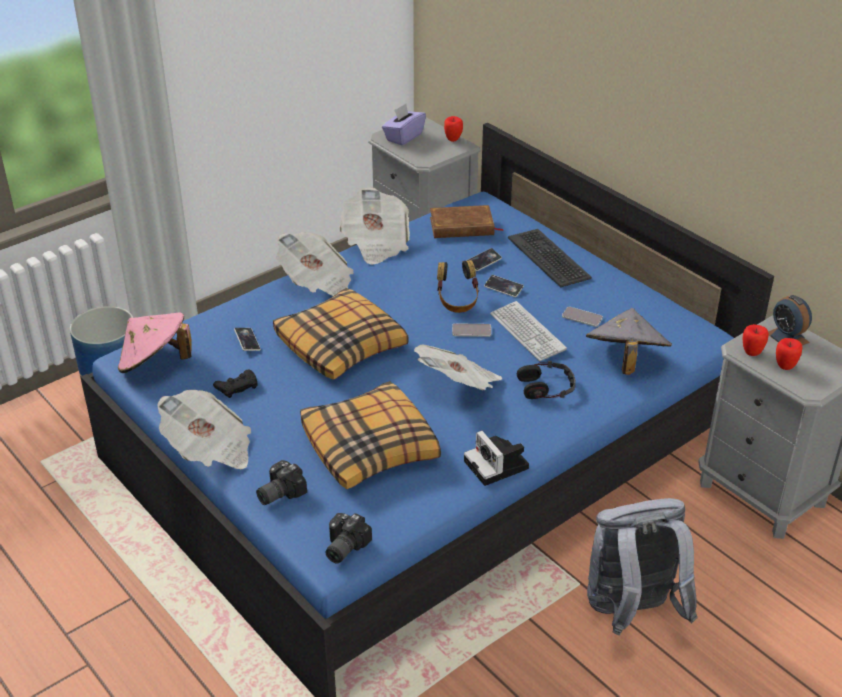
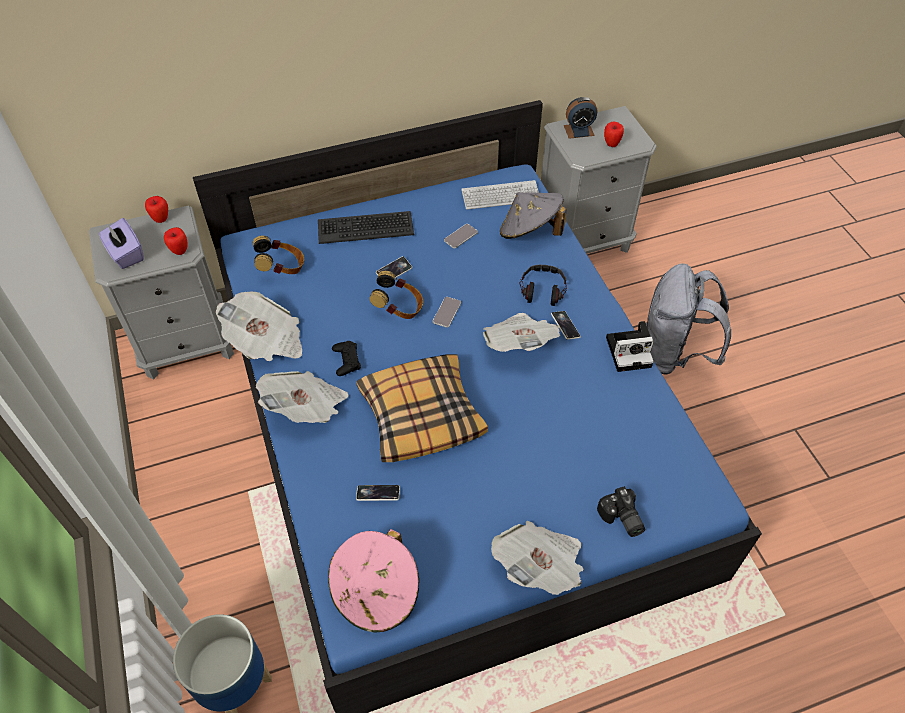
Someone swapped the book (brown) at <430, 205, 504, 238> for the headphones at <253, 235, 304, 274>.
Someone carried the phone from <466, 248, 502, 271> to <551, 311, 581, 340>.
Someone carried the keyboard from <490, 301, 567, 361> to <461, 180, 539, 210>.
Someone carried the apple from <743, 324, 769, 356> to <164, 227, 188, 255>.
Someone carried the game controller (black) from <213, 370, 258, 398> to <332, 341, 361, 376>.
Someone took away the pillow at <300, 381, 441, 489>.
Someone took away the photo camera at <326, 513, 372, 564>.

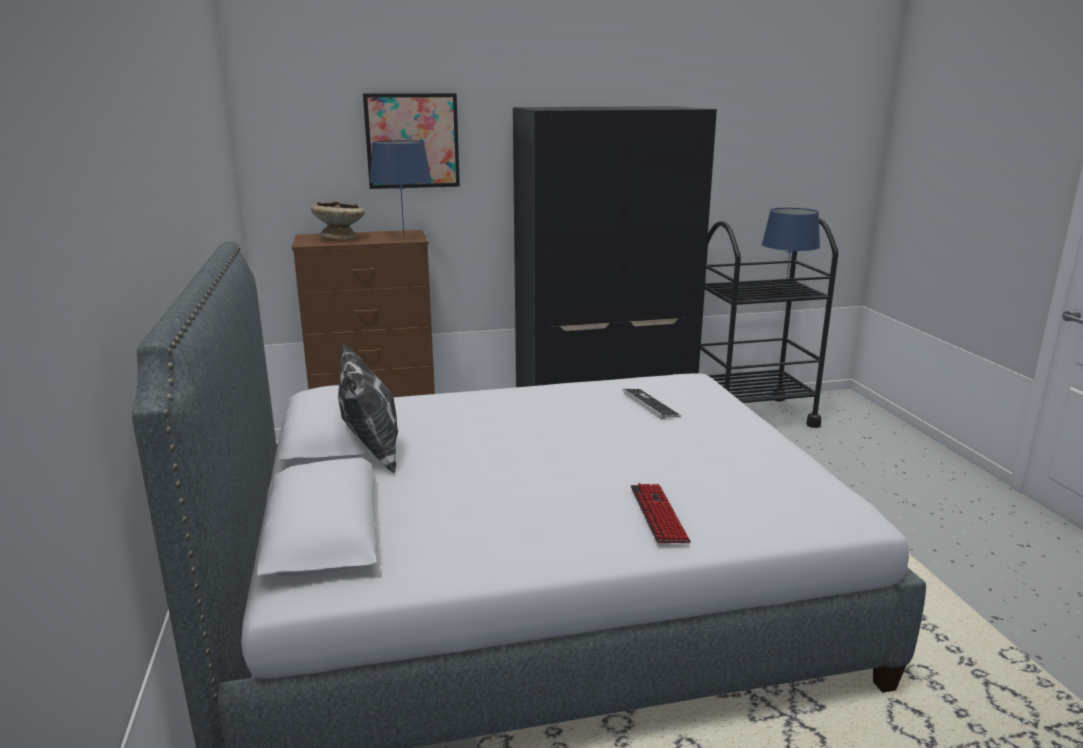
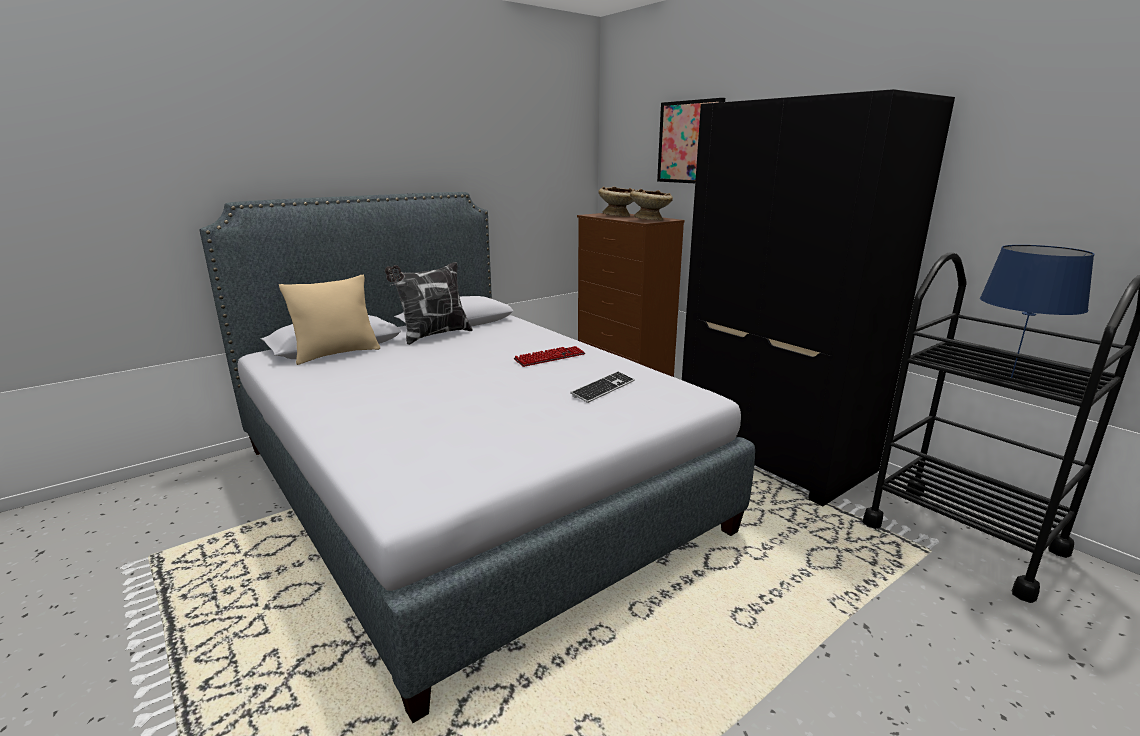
Someone swapped the table lamp (blue) at <369, 140, 432, 235> for the bowl (beige) at <630, 189, 673, 221>.
Someone carried the keyboard from <631, 483, 691, 543> to <513, 346, 586, 367>.
Someone put down the pillow (beige) at <279, 275, 380, 365>.

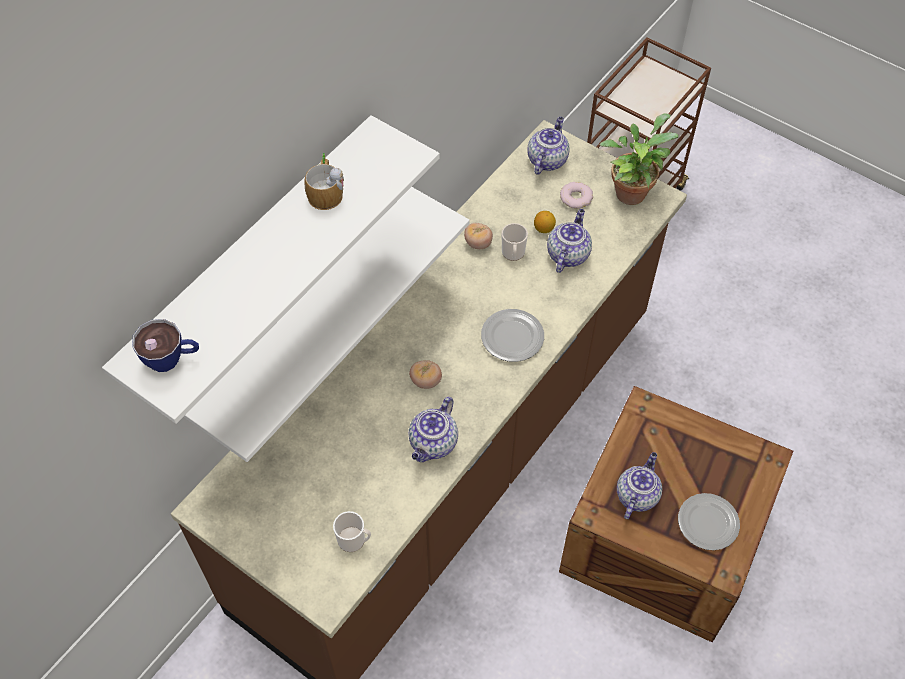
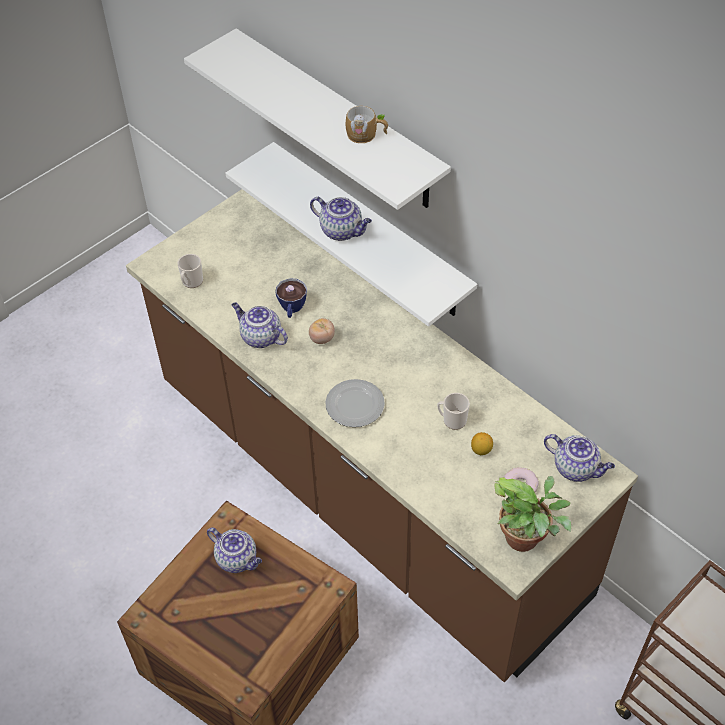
Someone carried the teapot from <547, 209, 592, 273> to <310, 197, 372, 241>.
Someone took away the tomato at <464, 223, 493, 249>.
Someone carried the cup from <132, 319, 199, 372> to <275, 278, 307, 318>.
Someone took away the plate at <678, 493, 740, 550>.

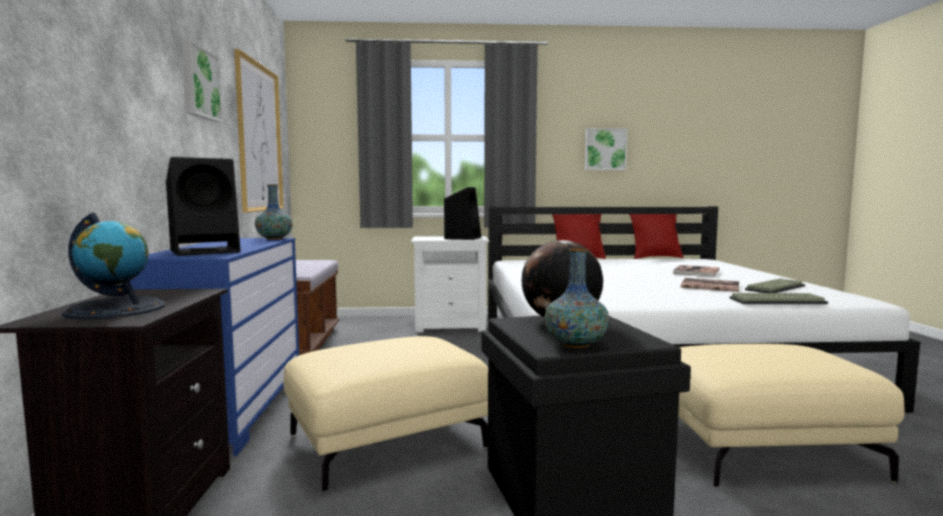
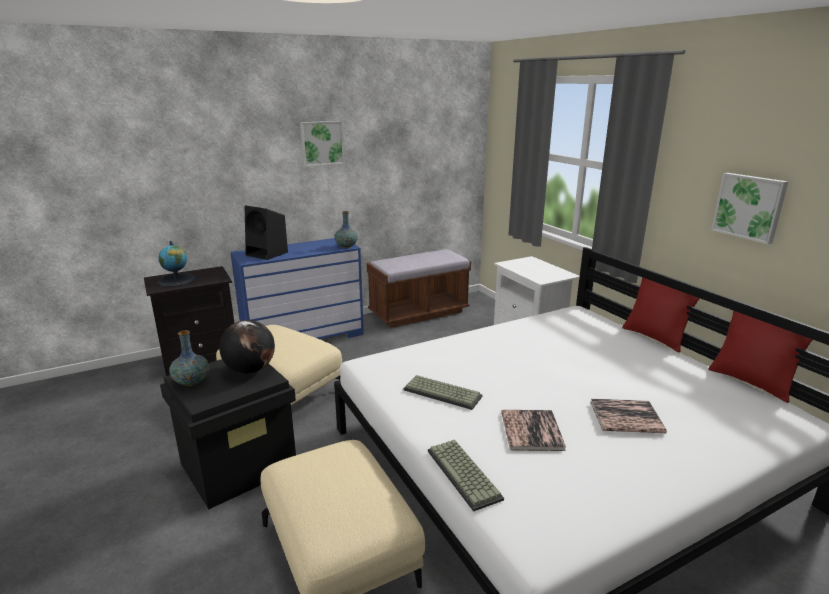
Someone took away the picture at <234, 49, 284, 213>.
Someone took away the speaker (black) at <444, 187, 481, 240>.
Someone carried the keyboard from <745, 279, 805, 293> to <403, 375, 482, 410>.

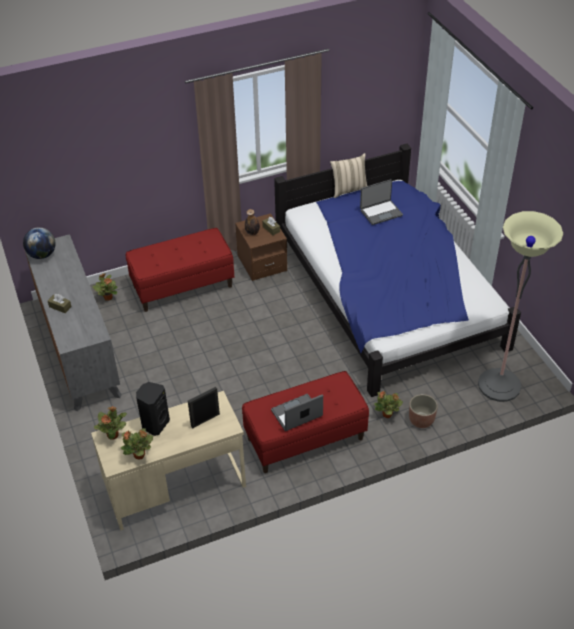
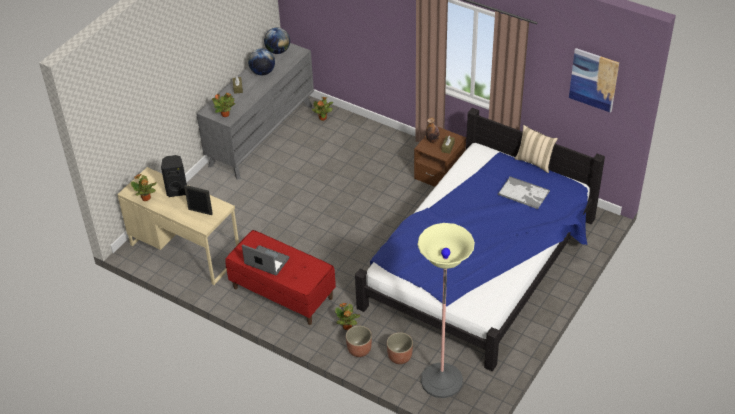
Someone swapped the laptop at <360, 179, 403, 225> for the tray at <498, 176, 550, 209>.
Someone took away the bench (red) at <126, 228, 234, 312>.
Someone carried the potted plant from <94, 406, 127, 440> to <212, 93, 235, 117>.
Someone put down the globe at <248, 48, 275, 75>.
Someone put up the picture at <569, 48, 619, 113>.
Someone put down the planter at <387, 332, 413, 364>.

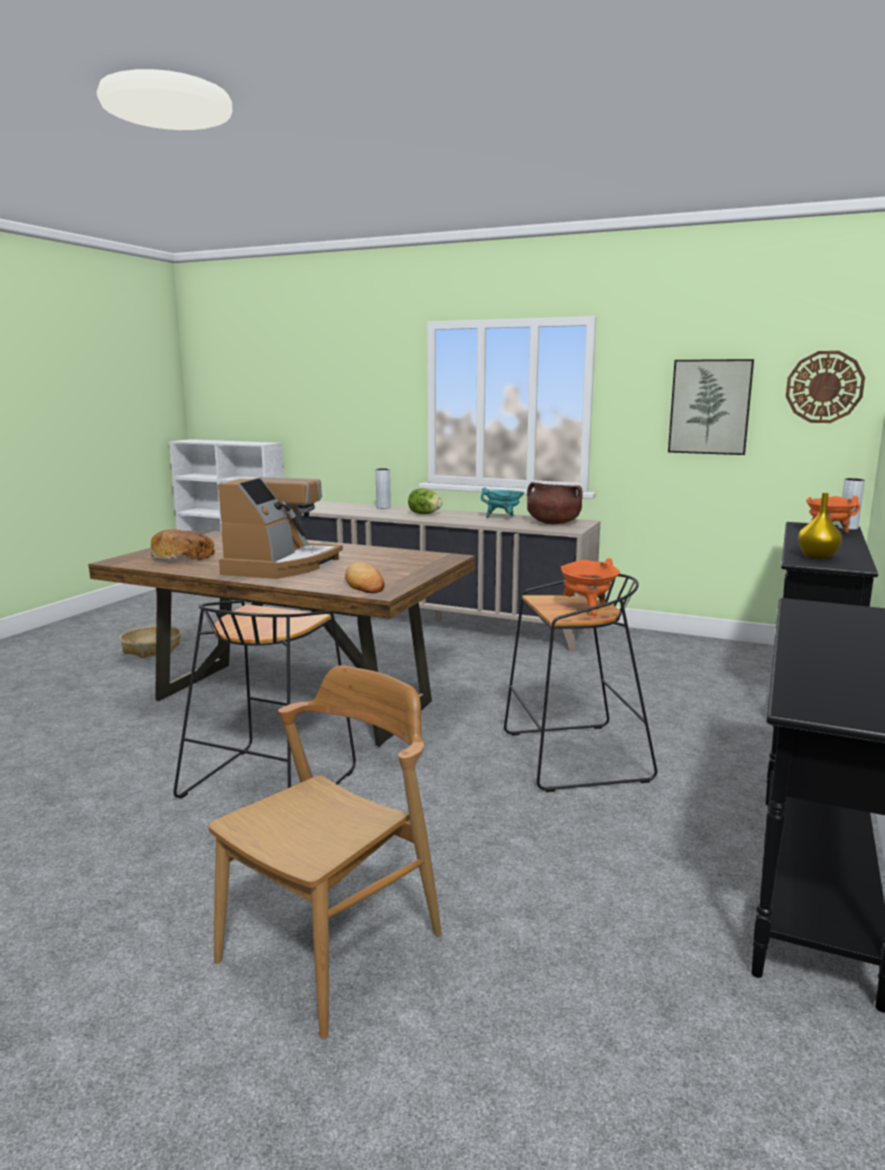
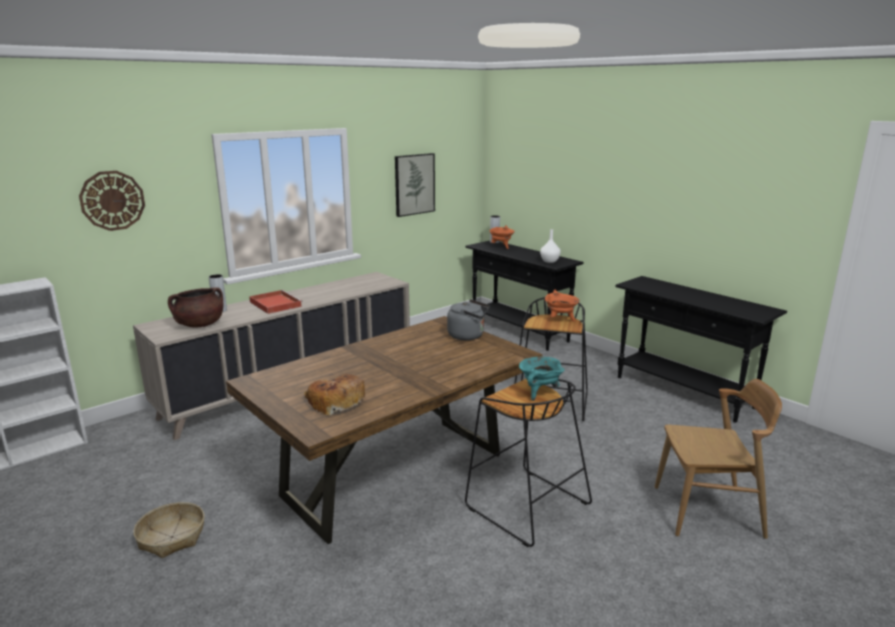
Someone carried the wall clock from <786, 351, 865, 423> to <79, 171, 145, 231>.
Someone took away the coffee machine at <218, 477, 343, 579>.
Someone carried the cooking pot (brown) from <527, 482, 583, 524> to <168, 287, 223, 327>.
Someone carried the cooking pot (turquoise) from <481, 487, 524, 518> to <519, 357, 565, 401>.
Someone swapped the lettuce at <408, 489, 442, 514> for the tray (red) at <249, 290, 303, 314>.
Someone repainted the vase (yellow) at <798, 493, 842, 559>, which became the vase (white) at <540, 229, 561, 263>.
Someone took away the bread at <345, 562, 385, 593>.
Someone rotated the chair (brown) at <209, 666, 442, 1039> by 120 degrees clockwise.
Someone put down the kettle (grey) at <447, 299, 490, 340>.

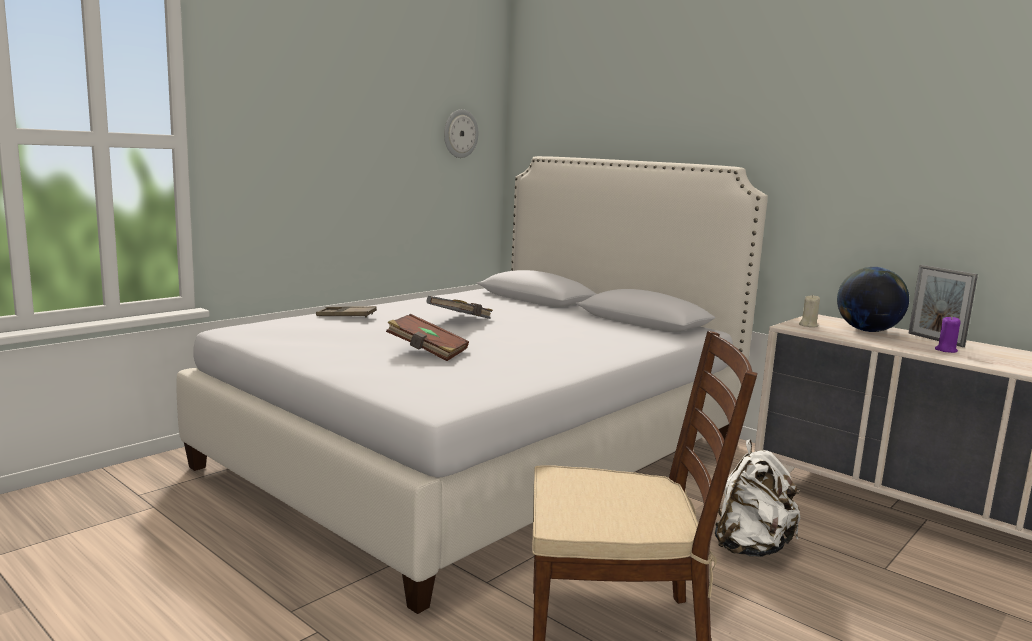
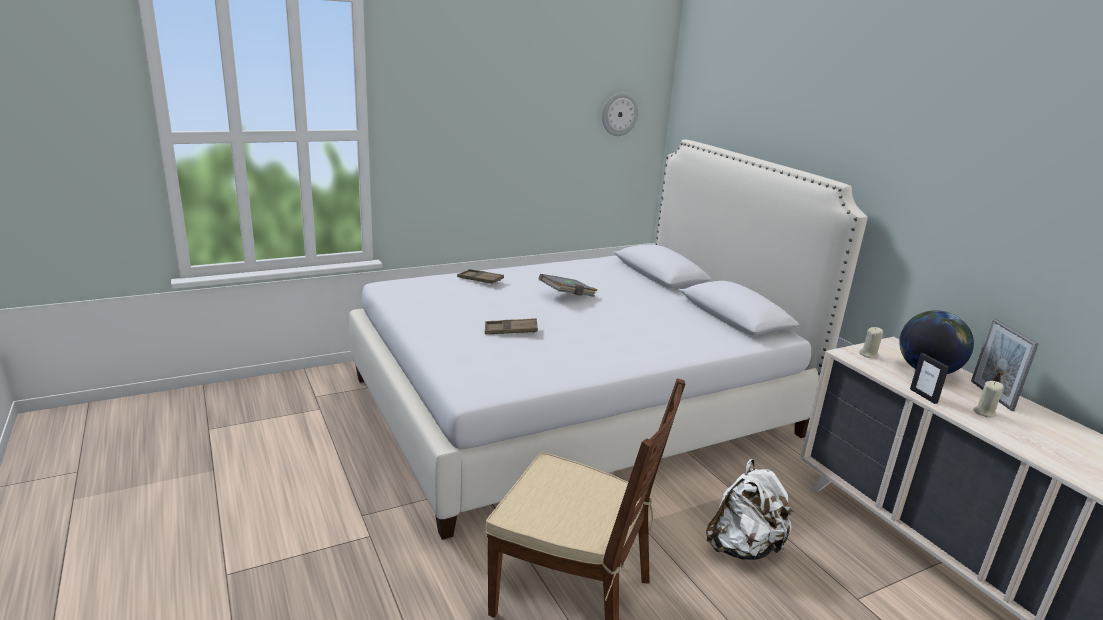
Someone swapped the book (brown) at <386, 314, 469, 361> for the tray (brown) at <485, 318, 538, 334>.
Someone repainted the candle (purple) at <935, 317, 961, 353>, which became the candle (beige) at <973, 381, 1003, 418>.
Someone put down the picture frame at <910, 353, 949, 404>.

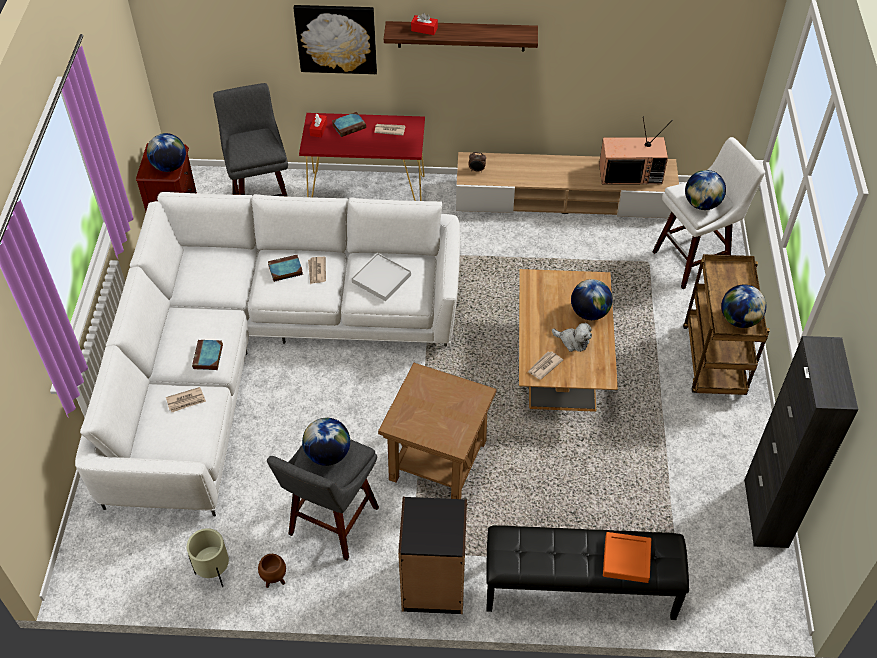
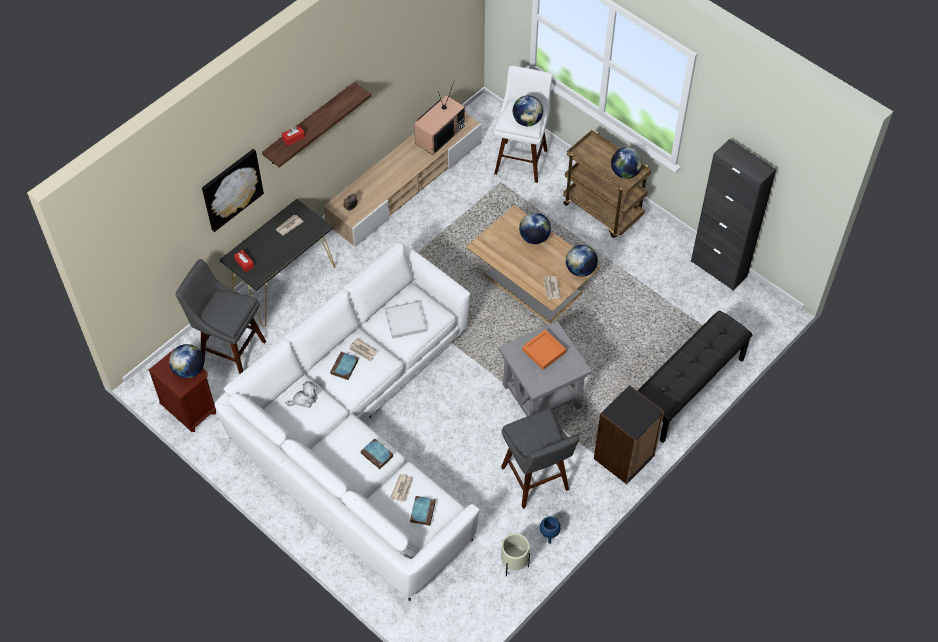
Someone carried the book from <332, 112, 366, 137> to <410, 496, 436, 526>.
Someone repainted the console table (red) at <299, 113, 425, 201>, which became the console table (black) at <220, 199, 335, 327>.
Someone carried the plush toy from <552, 323, 592, 352> to <285, 381, 318, 408>.
Someone repainted the side table (brown) at <378, 363, 496, 499>, which became the side table (grey) at <499, 321, 592, 416>.
Someone carried the globe from <302, 418, 350, 466> to <566, 245, 598, 277>.
Someone carried the tray (orange) from <603, 532, 651, 583> to <522, 330, 566, 370>.
Someone repainted the planter (brown) at <258, 554, 286, 588>, which became the planter (blue) at <540, 516, 561, 544>.

